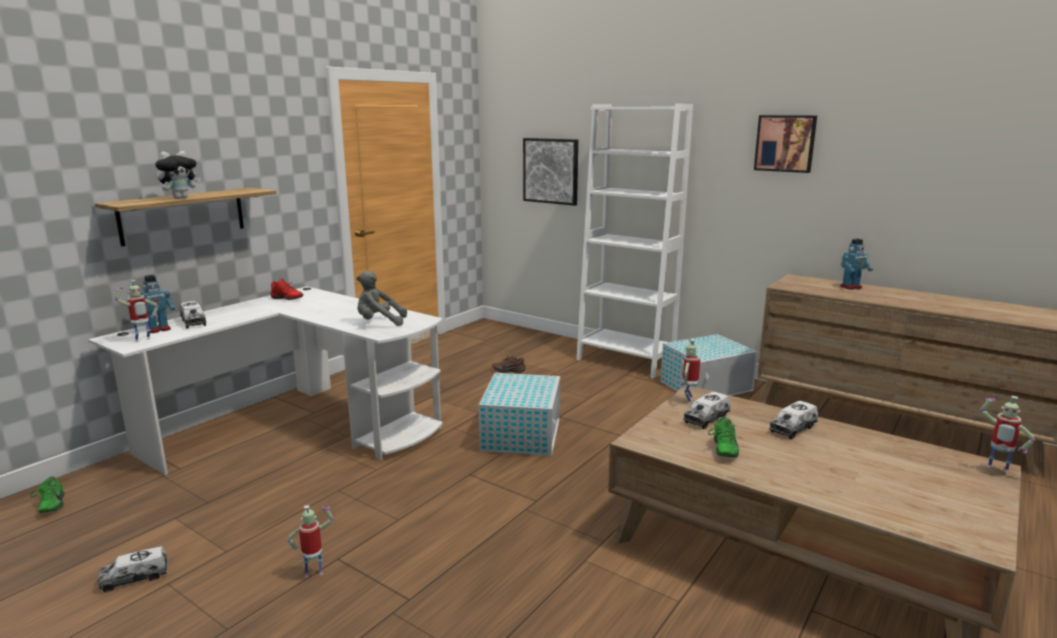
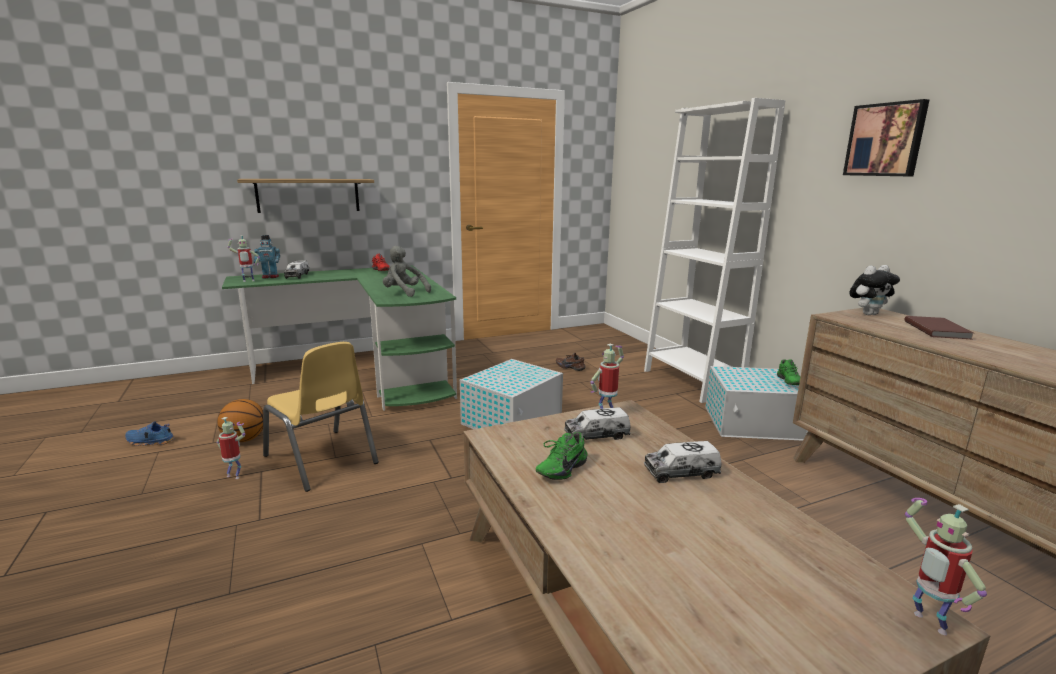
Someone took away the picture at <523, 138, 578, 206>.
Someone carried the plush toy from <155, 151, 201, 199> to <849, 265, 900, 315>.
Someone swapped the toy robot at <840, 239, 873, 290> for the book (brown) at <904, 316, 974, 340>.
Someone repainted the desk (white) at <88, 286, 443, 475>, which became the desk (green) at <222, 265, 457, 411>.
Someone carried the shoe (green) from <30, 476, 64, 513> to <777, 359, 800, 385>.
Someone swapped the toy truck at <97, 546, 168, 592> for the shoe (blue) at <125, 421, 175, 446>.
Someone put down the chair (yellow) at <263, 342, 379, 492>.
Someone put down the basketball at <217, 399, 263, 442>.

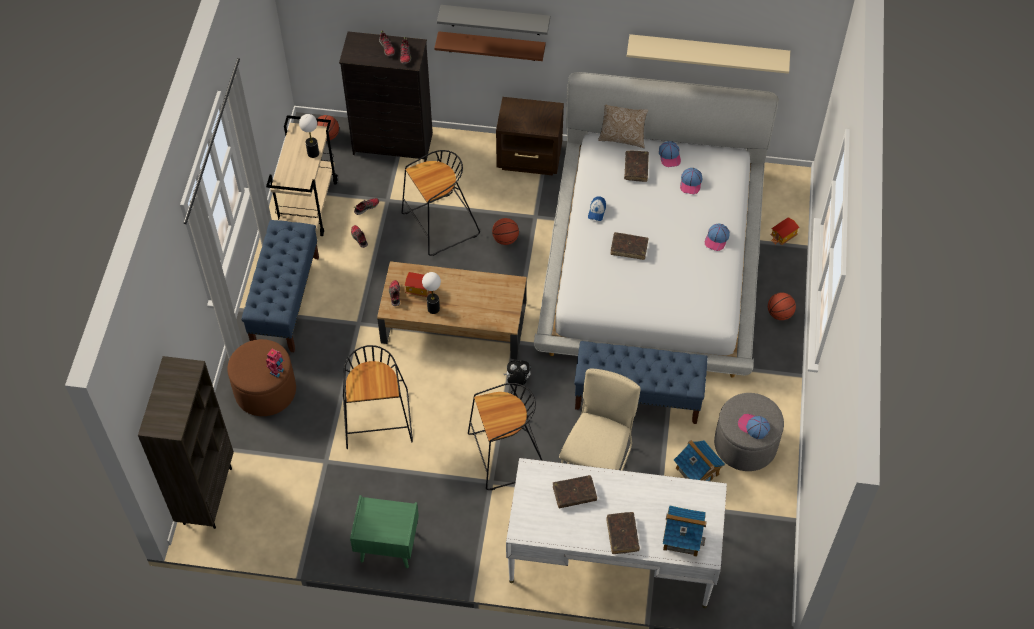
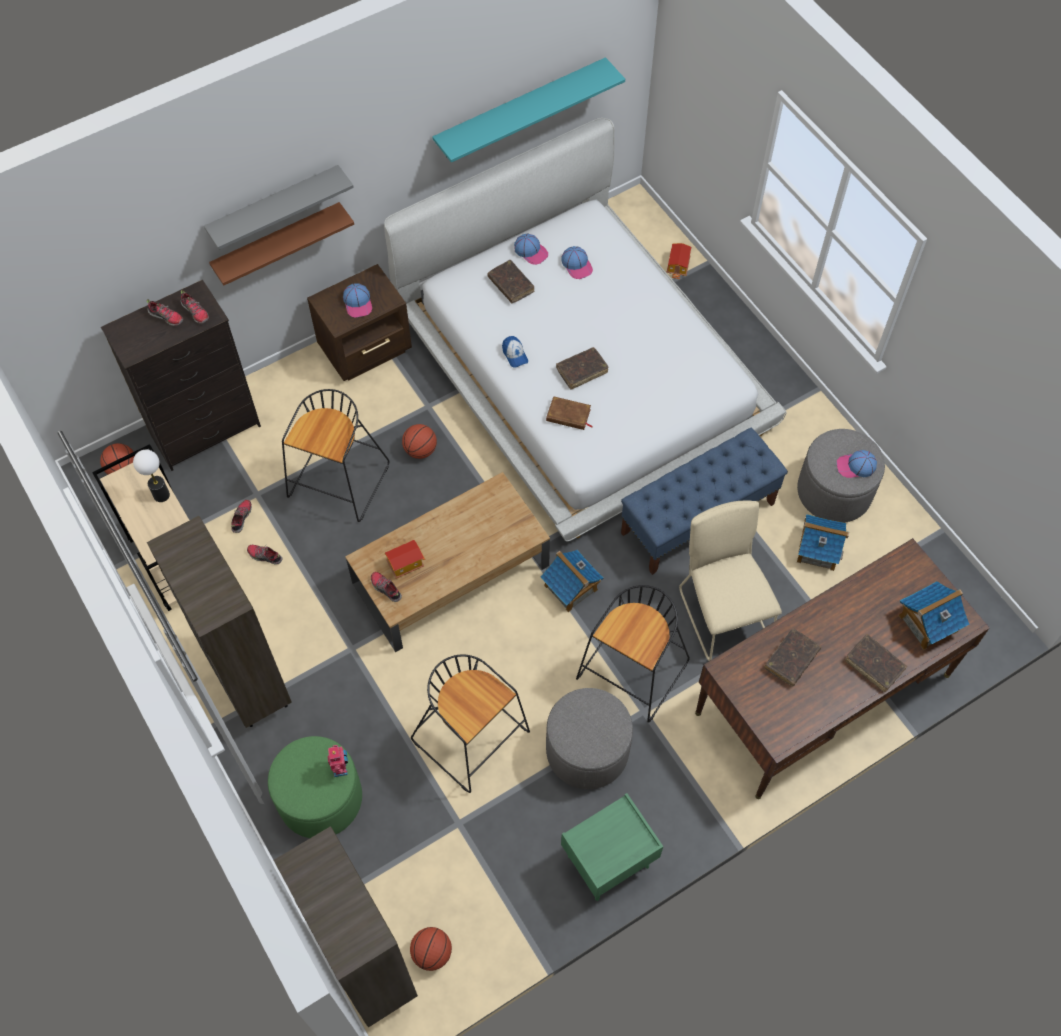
Someone repainted the shelf (beige) at <627, 34, 790, 74>, which became the shelf (turquoise) at <432, 57, 625, 163>.
Someone took away the pillow at <598, 105, 648, 148>.
Someone swapped the bench (blue) at <241, 220, 319, 352> for the bookcase (brown) at <147, 516, 292, 728>.
Someone carried the cap from <705, 223, 730, 251> to <343, 283, 372, 318>.
Someone took away the table lamp at <422, 272, 441, 314>.
Someone carried the basketball from <768, 293, 796, 320> to <410, 927, 452, 971>.
Someone repainted the ottoman (brown) at <227, 339, 296, 416>, which became the ottoman (green) at <268, 736, 362, 838>.
Someone swapped the plush toy at <504, 360, 531, 386> for the toy house at <540, 550, 603, 612>.
Someone repainted the desk (white) at <506, 458, 727, 608>, which became the desk (brown) at <695, 538, 990, 799>.
Someone put down the book (brown) at <546, 396, 592, 430>.
Someone put down the ottoman (grey) at <546, 688, 633, 789>.

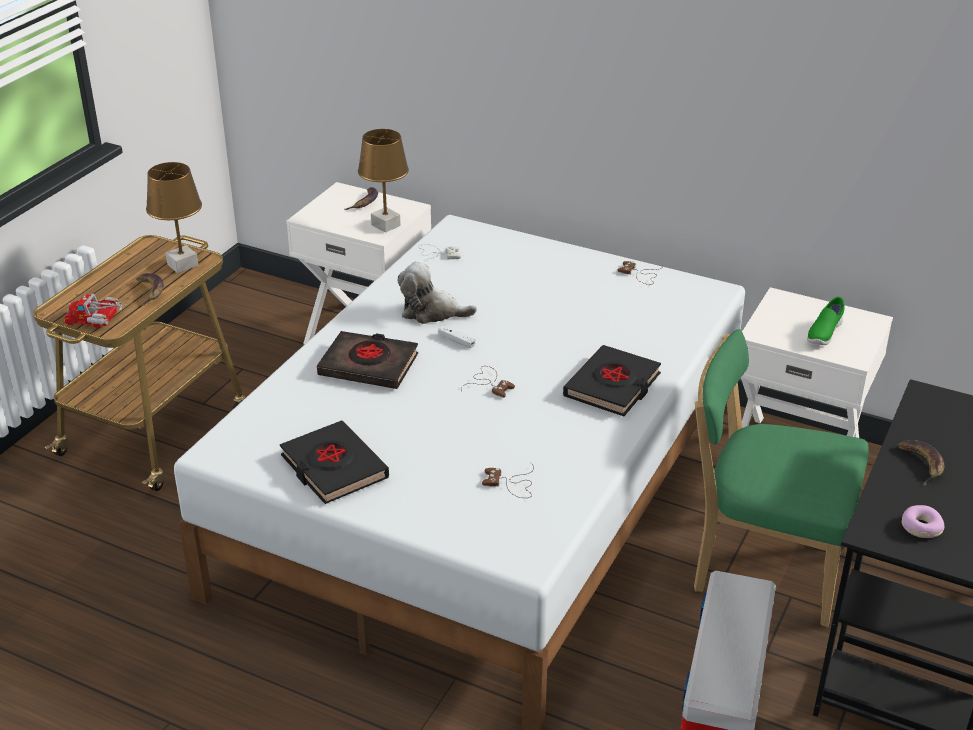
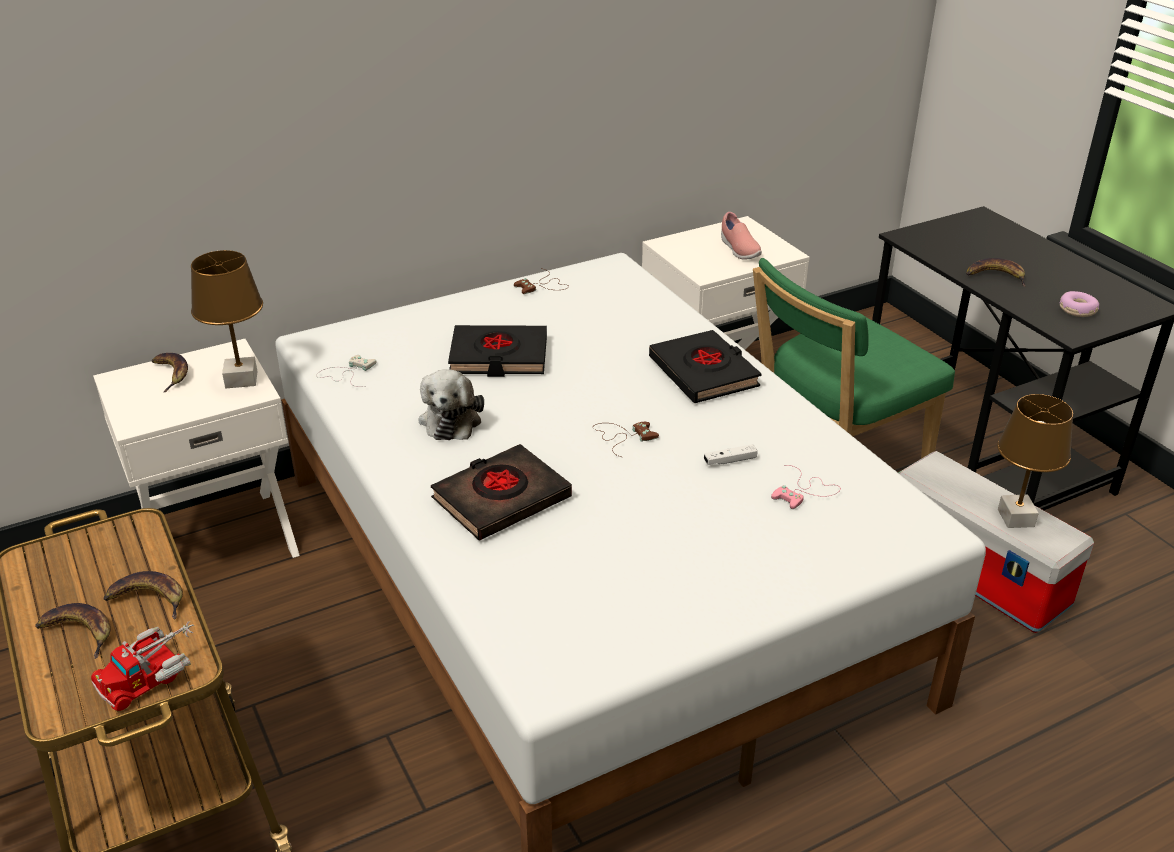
Someone carried the table lamp (brown) from <146, 162, 202, 273> to <997, 394, 1073, 528>.
Someone rotated the plush toy at <398, 262, 477, 324> by 45 degrees counterclockwise.
Someone repainted the shoe (green) at <807, 297, 845, 345>, which became the shoe (pink) at <721, 212, 762, 260>.
Someone carried the game controller (white) from <438, 325, 475, 348> to <704, 444, 758, 465>.
Someone carried the book (black) from <280, 421, 389, 504> to <448, 325, 547, 377>.
Someone repainted the game controller (brown) at <482, 462, 534, 498>, which became the game controller (pink) at <771, 465, 841, 509>.
Someone put down the banana at <35, 603, 111, 659>.

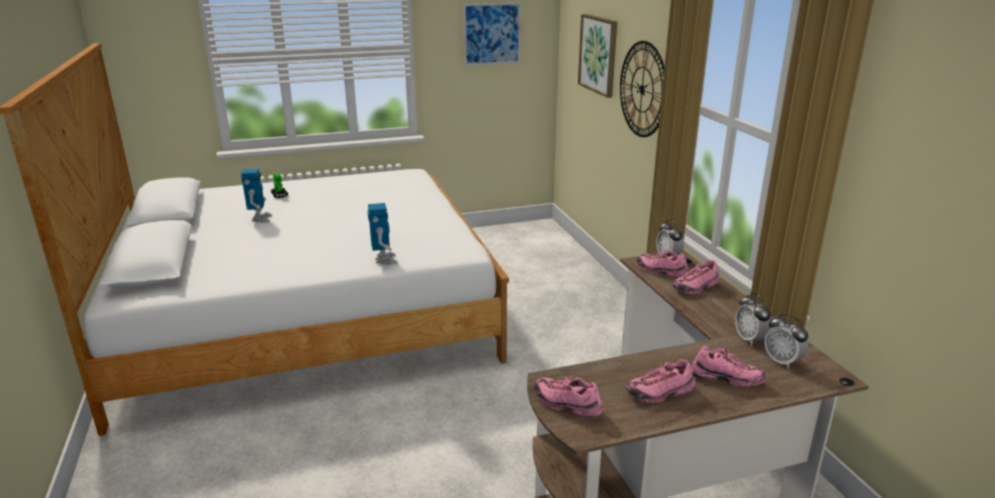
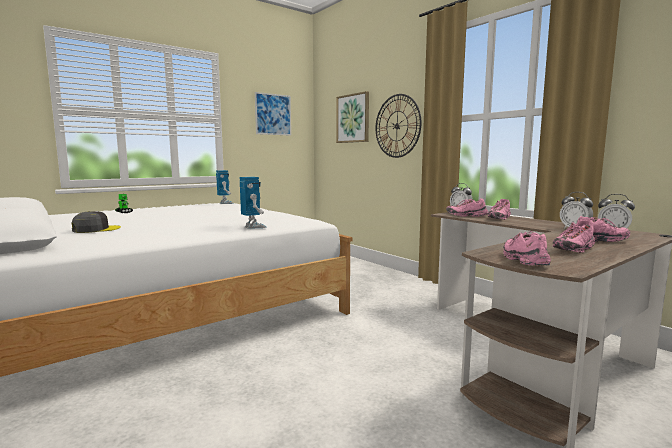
Someone carried the toy robot from <241, 168, 272, 222> to <216, 170, 234, 204>.
Someone rotated the shoe (pink) at <534, 376, 604, 418> by 75 degrees clockwise.
Someone put down the cap (grey) at <72, 211, 121, 233>.

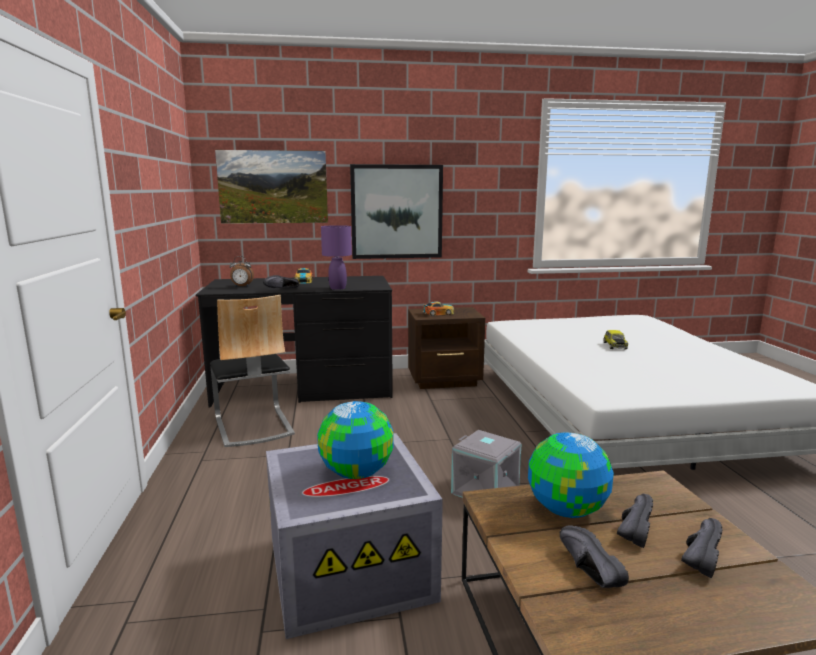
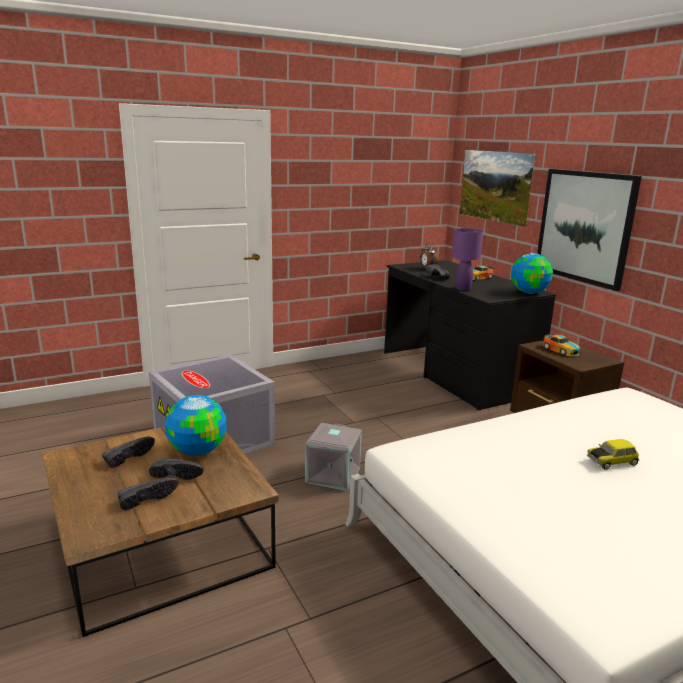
Someone took away the chair at <210, 295, 295, 447>.
Someone carried the globe from <317, 401, 394, 479> to <511, 253, 553, 294>.
Someone rotated the shoe (black) at <681, 518, 723, 578> by 45 degrees counterclockwise.

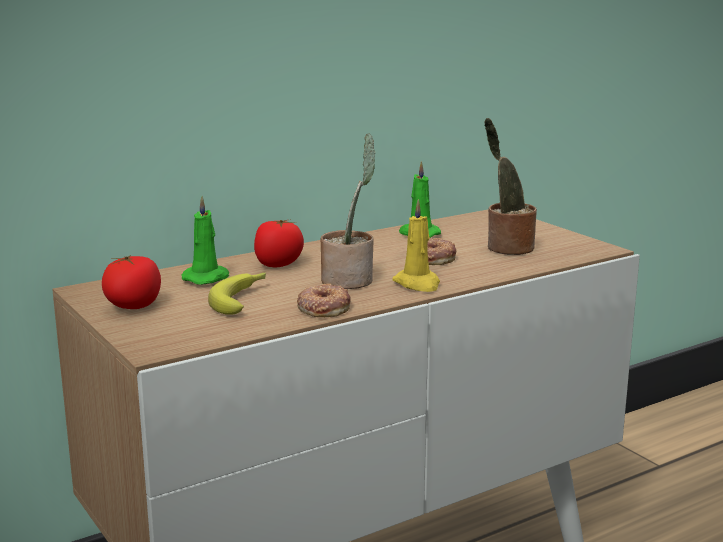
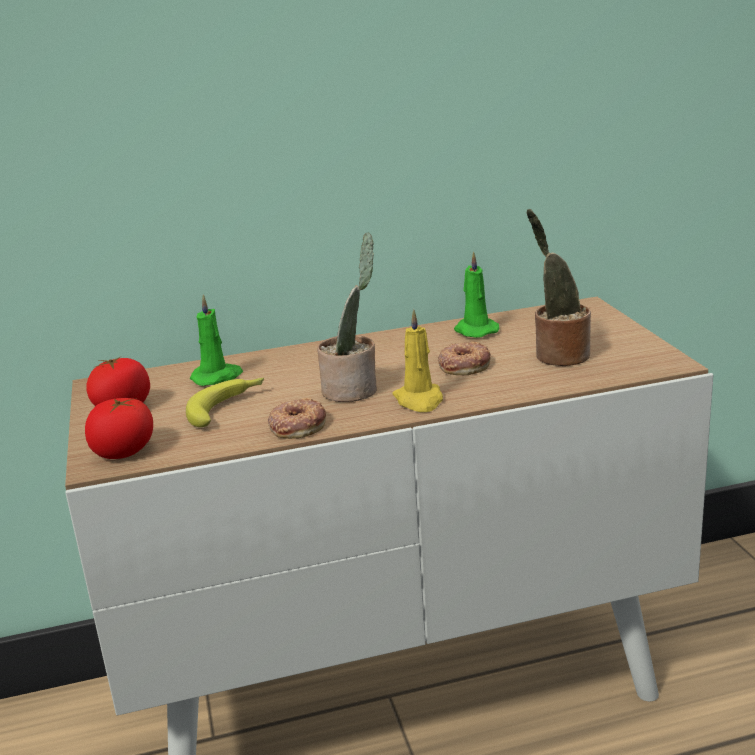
Someone carried the tomato from <254, 219, 304, 267> to <85, 398, 153, 459>.

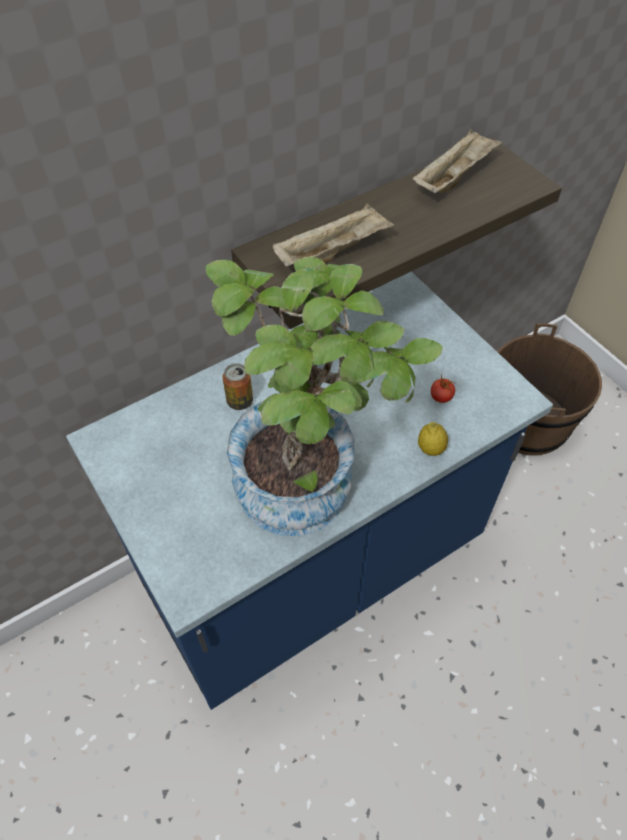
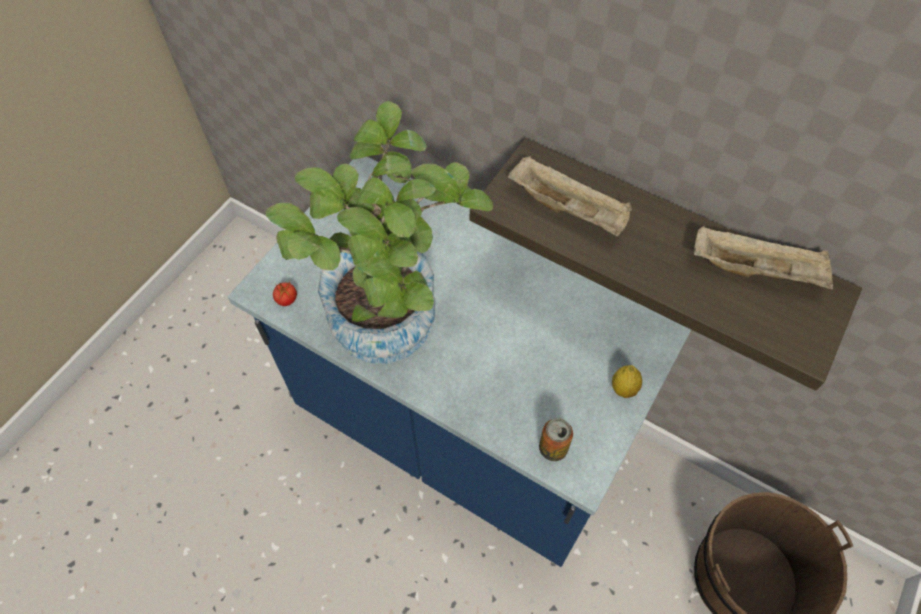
Someone carried the can from <223, 363, 253, 410> to <539, 418, 573, 461>.
Someone carried the tomato from <431, 375, 455, 403> to <273, 281, 297, 306>.
Someone carried the lemon from <418, 422, 448, 456> to <612, 365, 642, 398>.

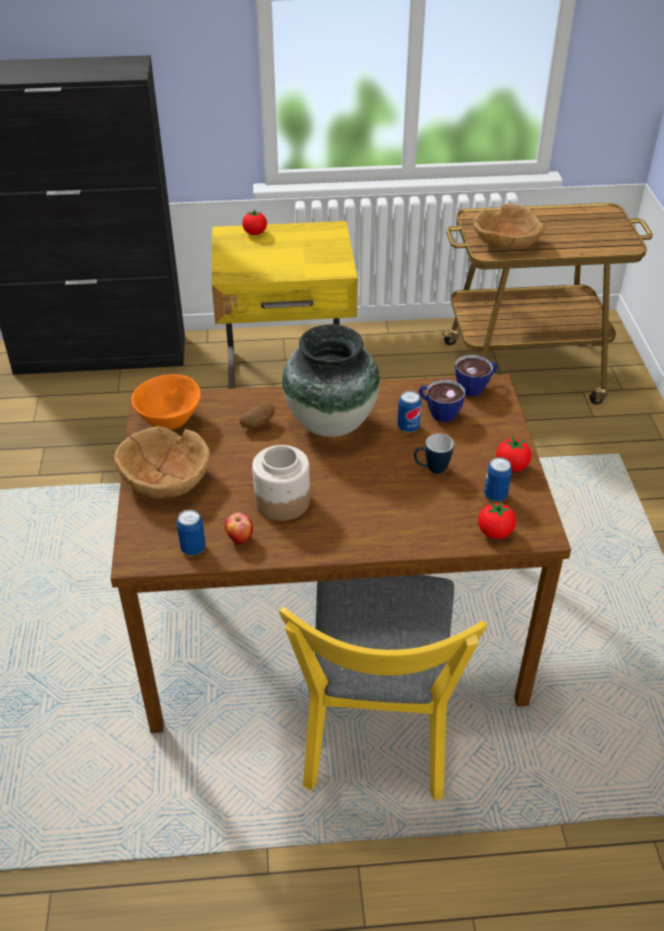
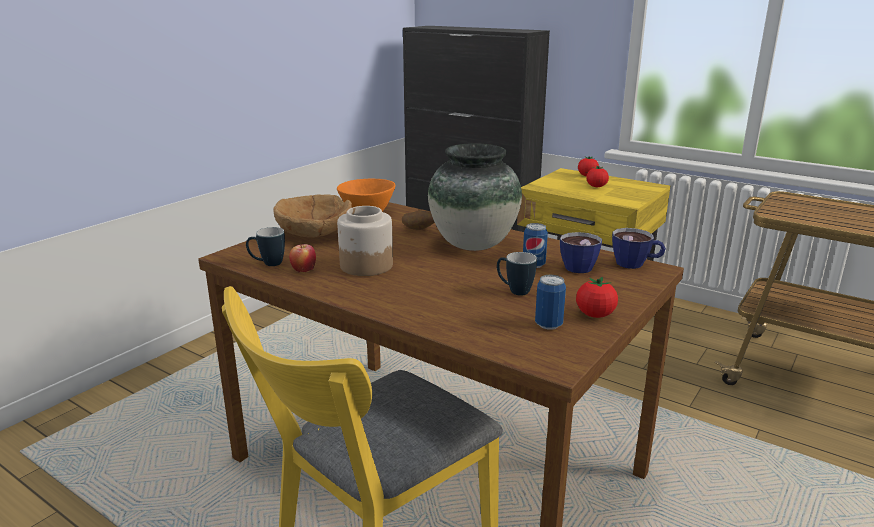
Someone took away the bowl (brown) at <473, 204, 544, 249>.
Someone carried the tomato from <478, 501, 516, 539> to <587, 166, 609, 187>.
Someone swapped the can at <176, 509, 206, 555> for the mug at <246, 227, 285, 266>.

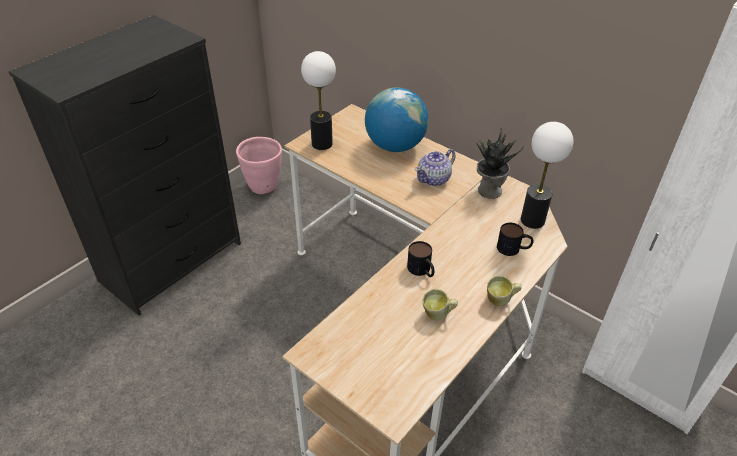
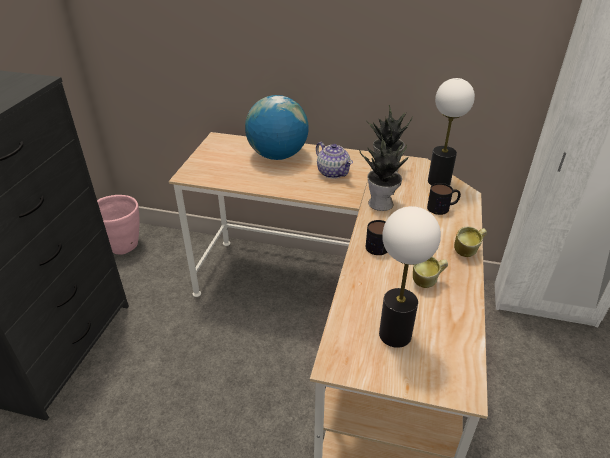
Someone carried the table lamp from <301, 51, 336, 150> to <379, 206, 441, 348>.
Someone rotated the teapot at <415, 149, 455, 186> by 60 degrees counterclockwise.
Someone put down the potted plant at <359, 134, 408, 211>.

